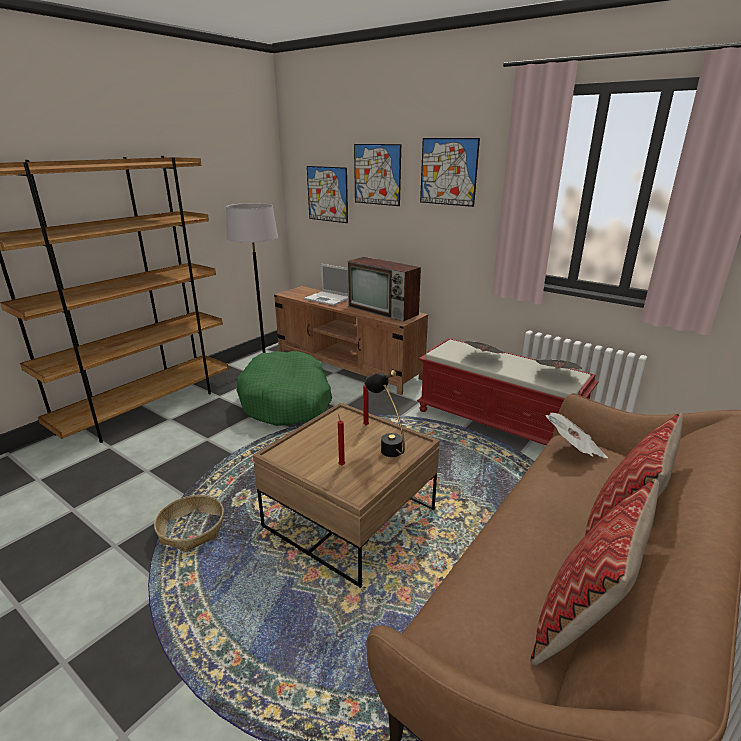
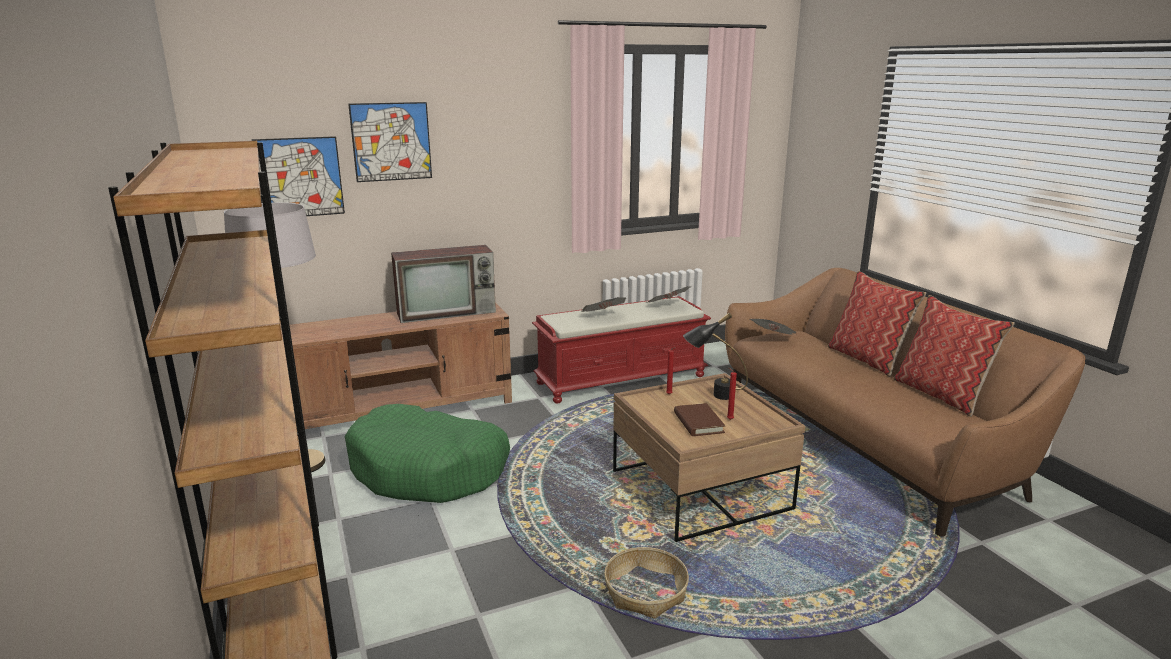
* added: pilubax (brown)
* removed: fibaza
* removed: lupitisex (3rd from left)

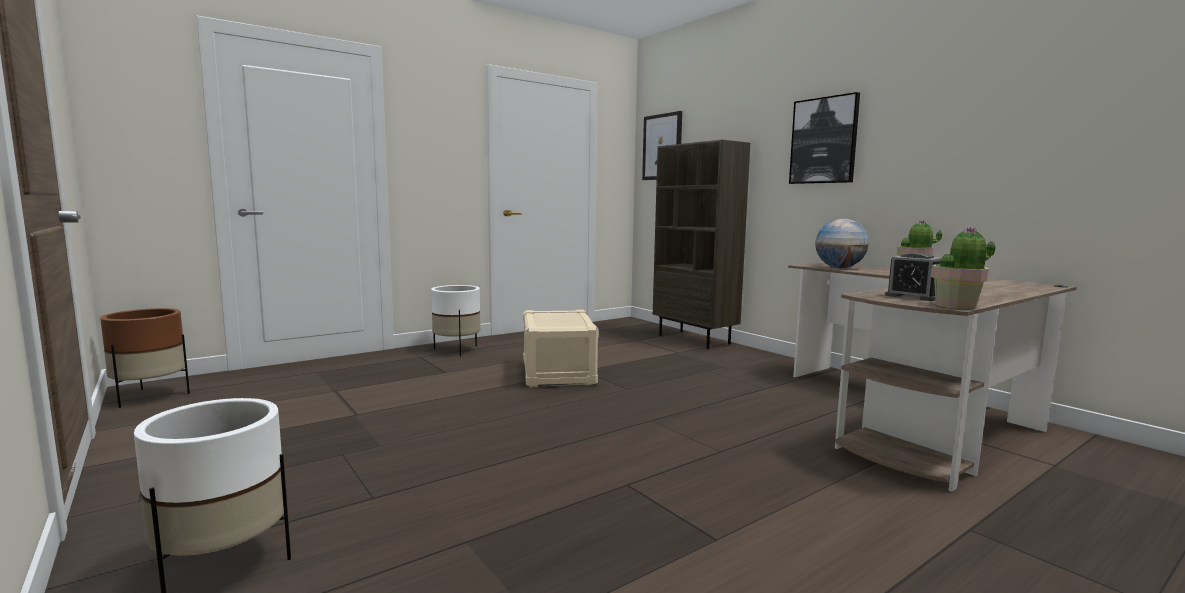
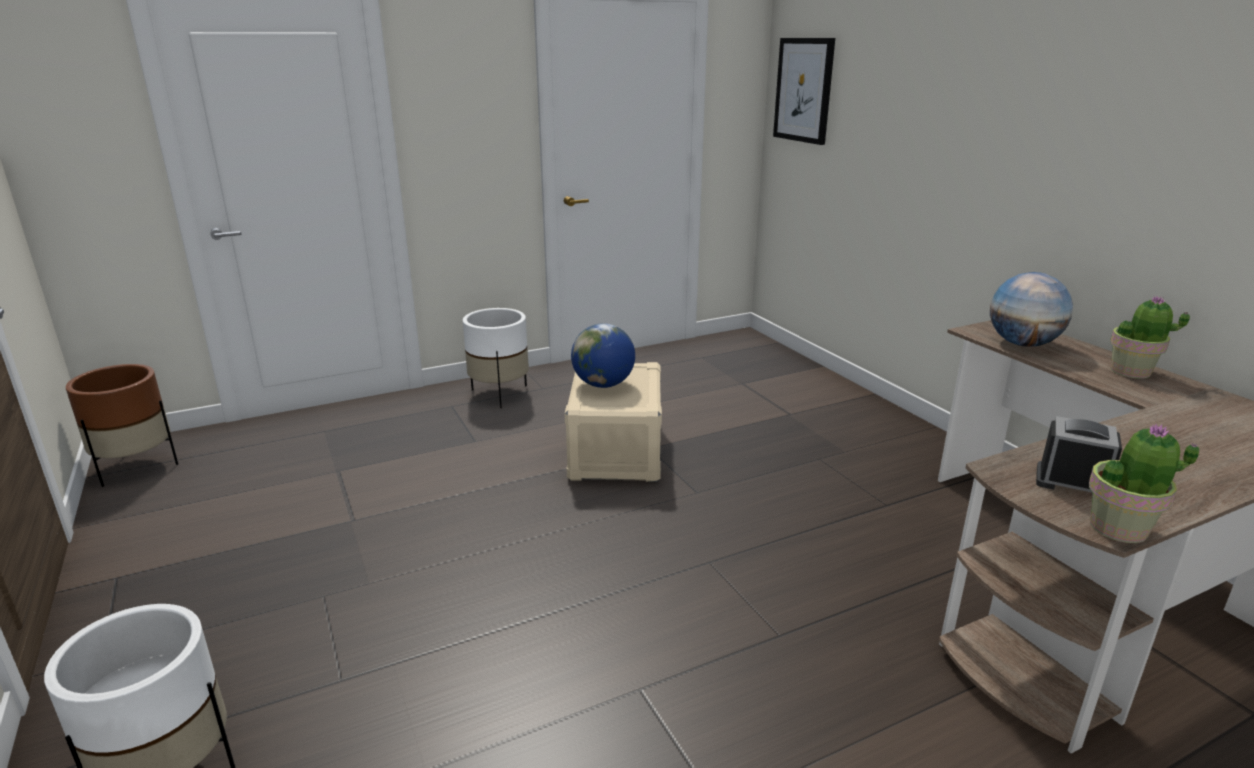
* added: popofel (1st from left)
* turned: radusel 150 degrees clockwise
* removed: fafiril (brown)
* removed: lupitisex (2nd from left)

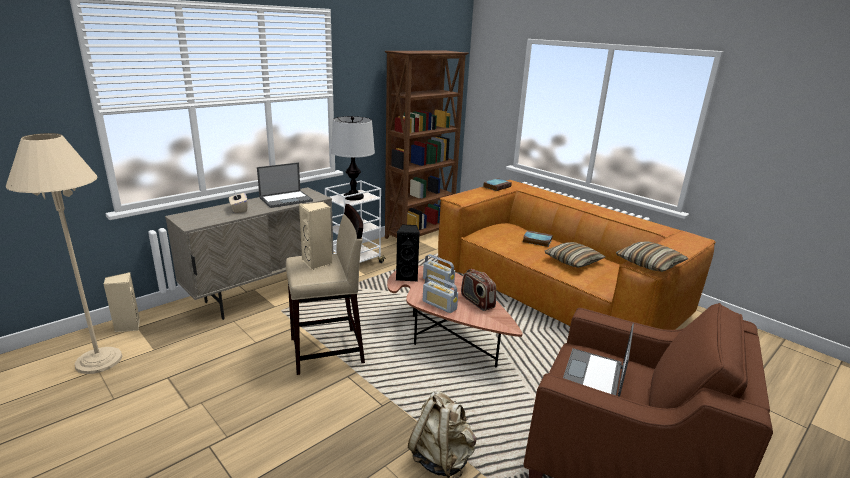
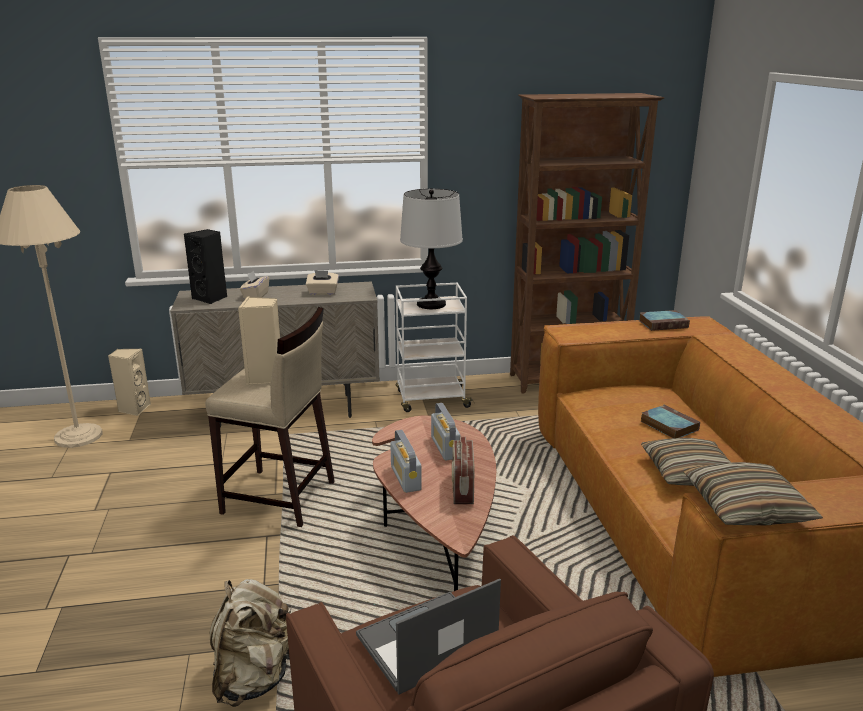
* moved: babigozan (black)
* replaced: fibaza (1st from left) to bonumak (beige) (2nd from left)

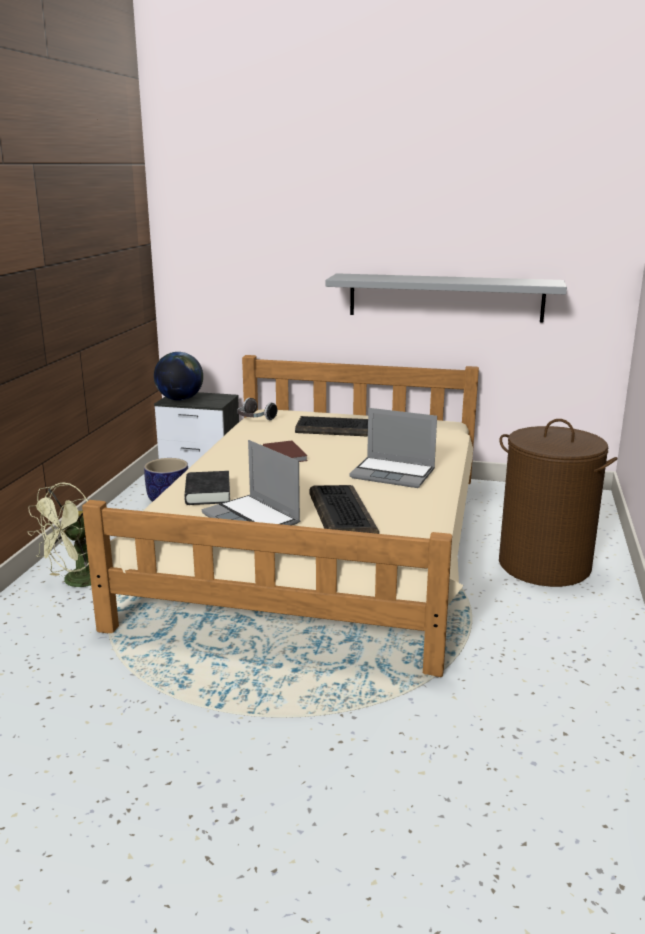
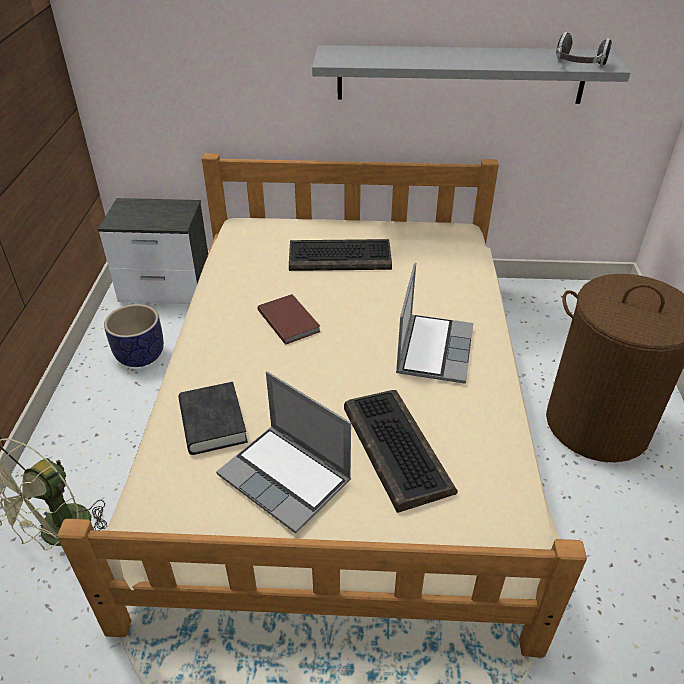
* turned: fibaza (2nd from left) 90 degrees counterclockwise
* moved: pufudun
* removed: popofel

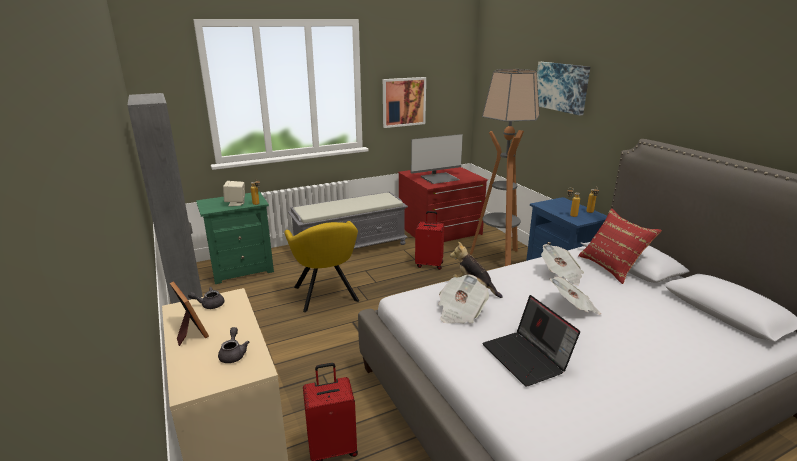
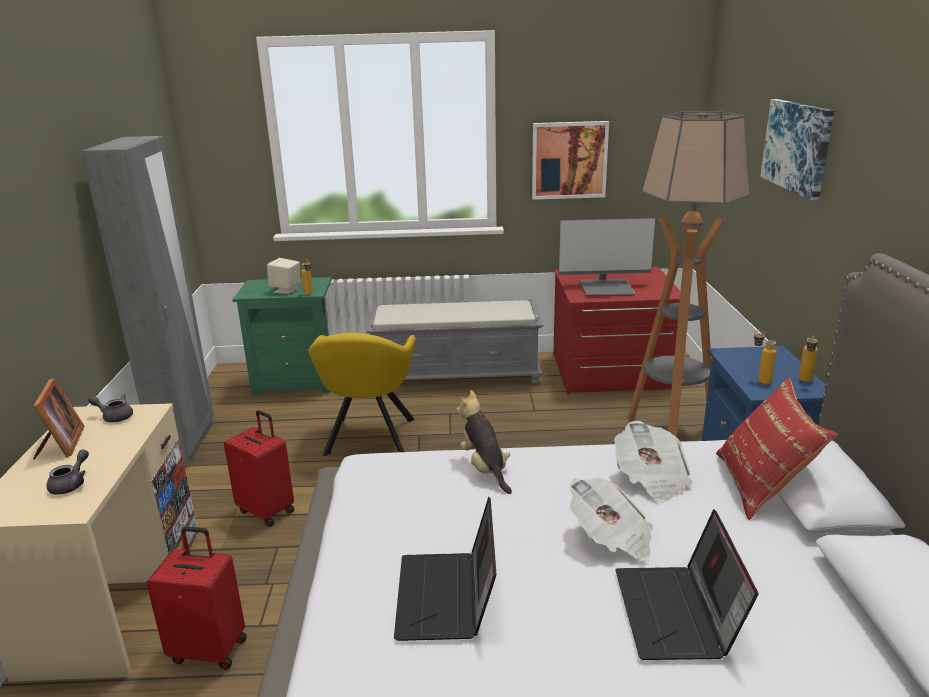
* moved: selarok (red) (2nd from left)
* added: fibaza (2nd from left)
* removed: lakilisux (1st from left)

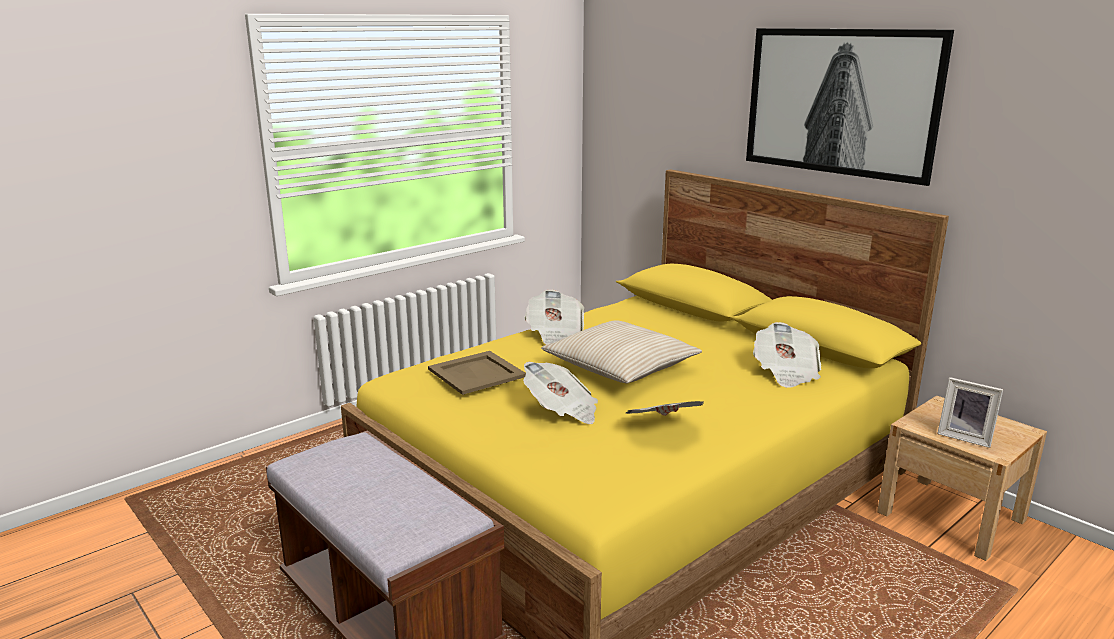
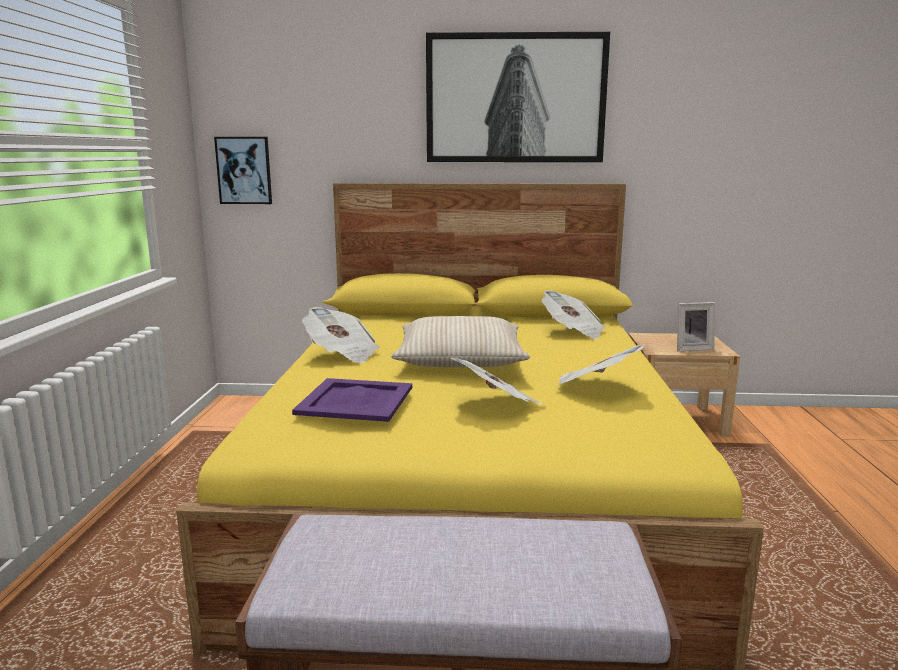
* added: lupitisex (1st from left)
* recoloured: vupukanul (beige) to vupukanul (purple)

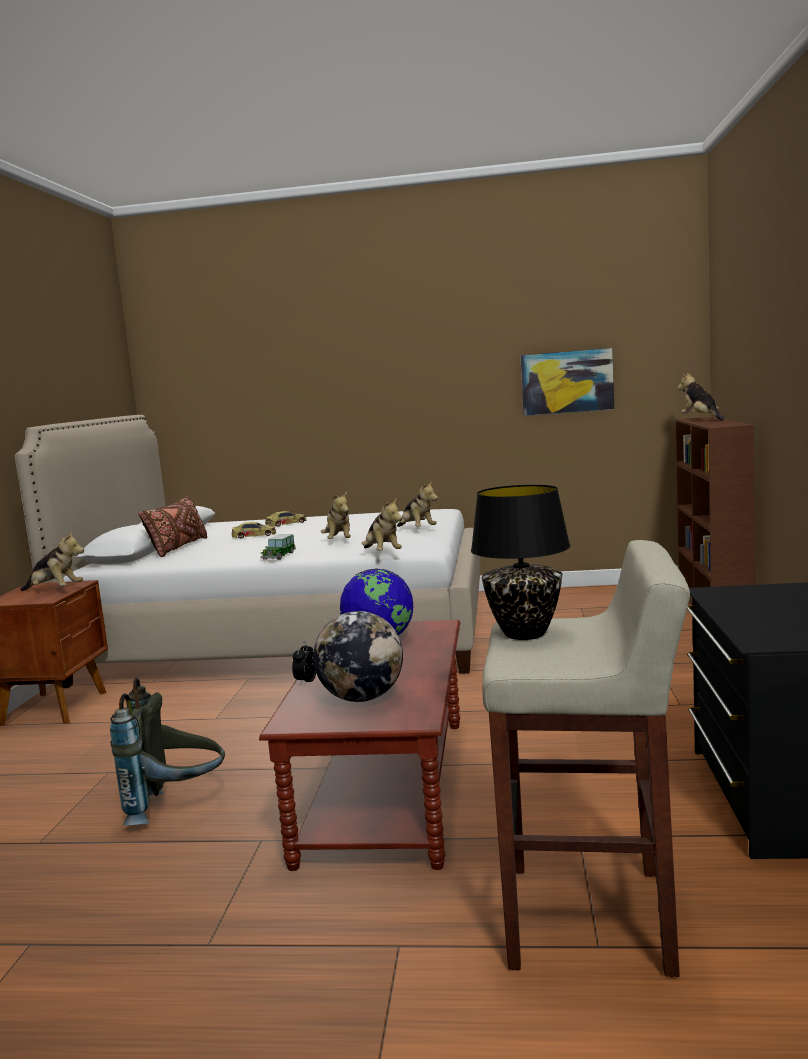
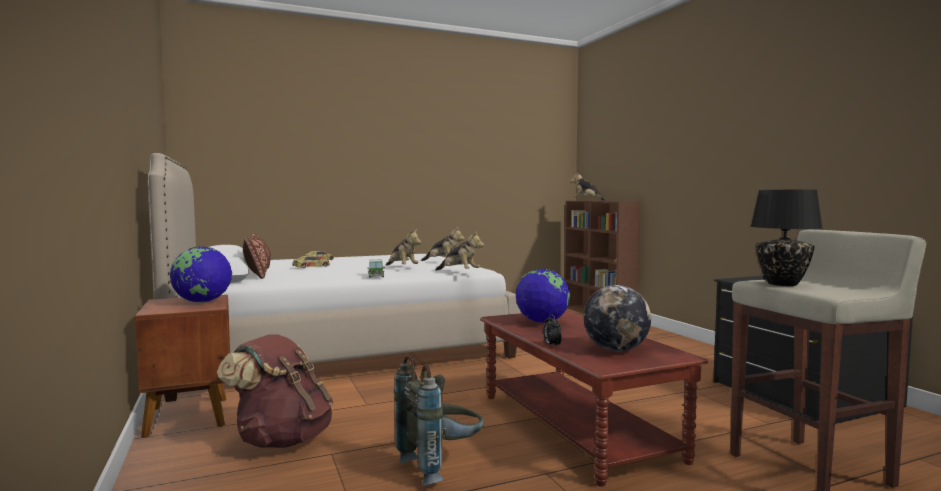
* replaced: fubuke (1st from left) to popofel (1st from left)
* added: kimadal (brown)
* removed: lupitisex

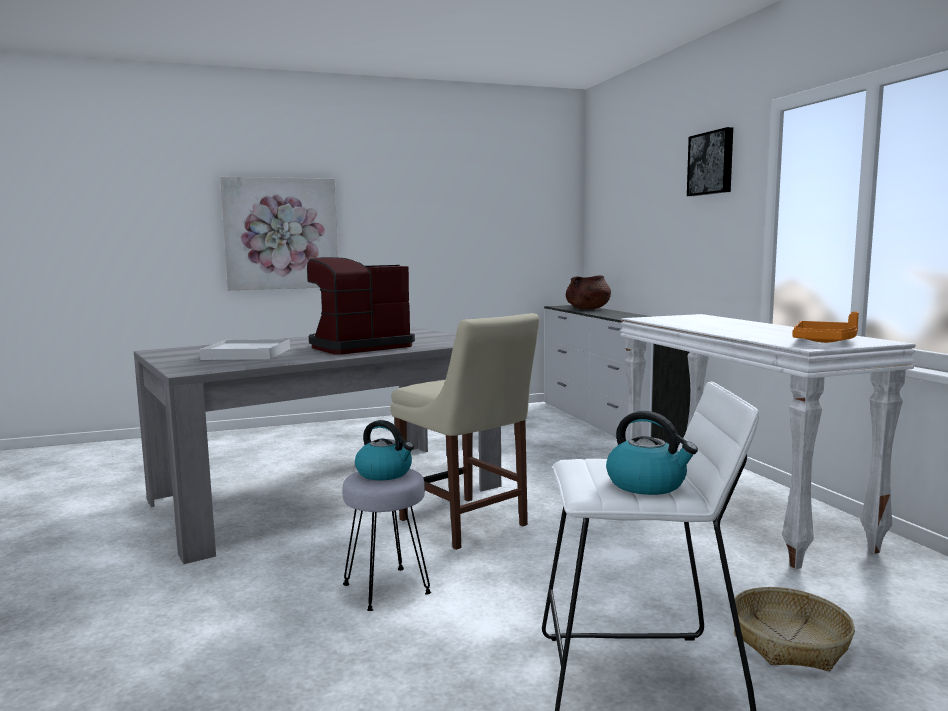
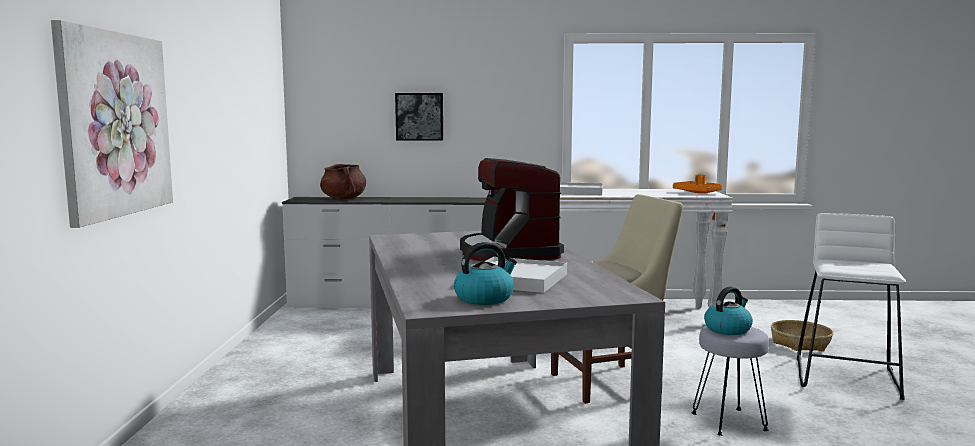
* moved: lupitisex (2nd from left)
* moved: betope (2nd from left in the first image) to betope (1st from left)
* added: vupukanul (white) (2nd from left)

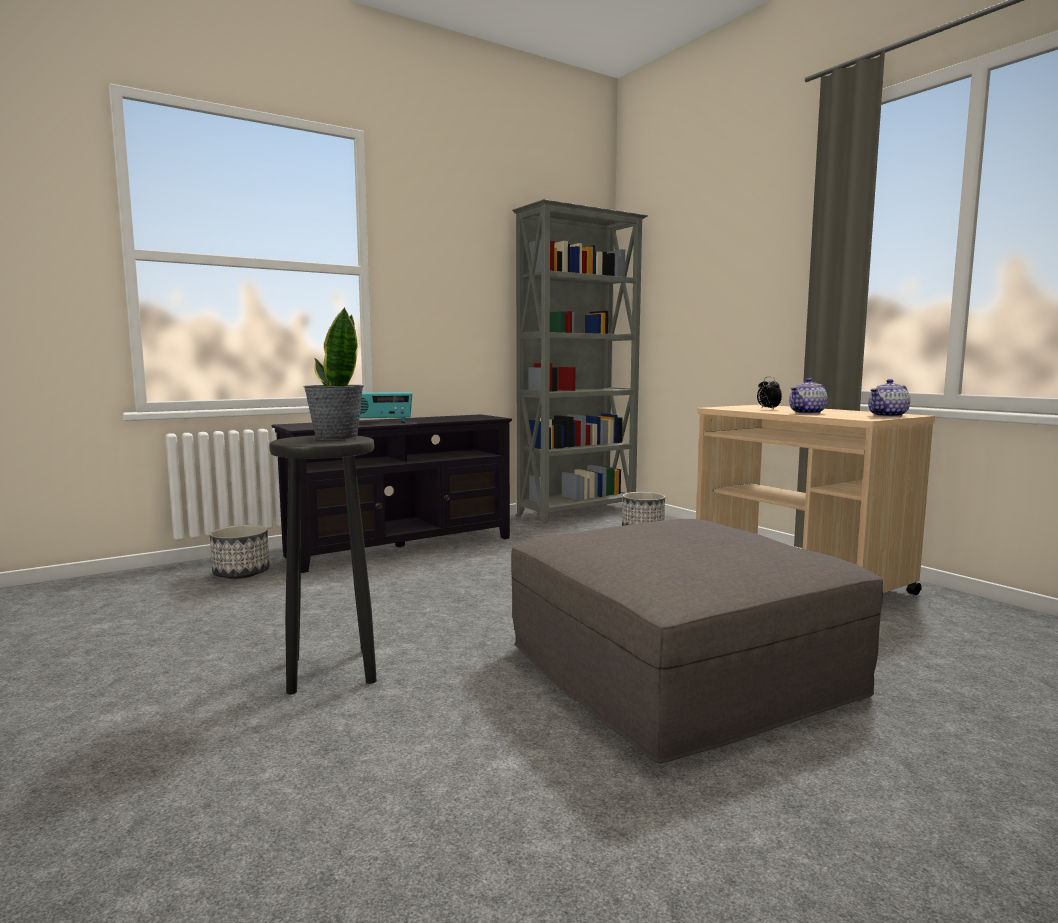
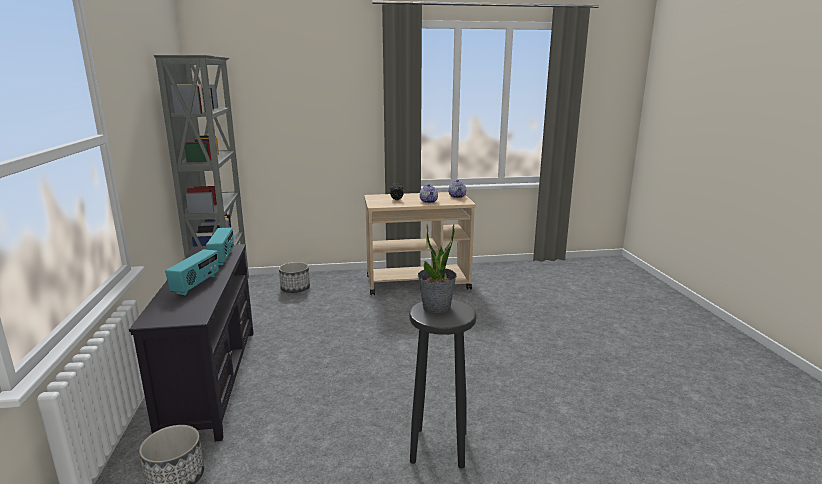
* added: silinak (2nd from left)
* removed: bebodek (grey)

